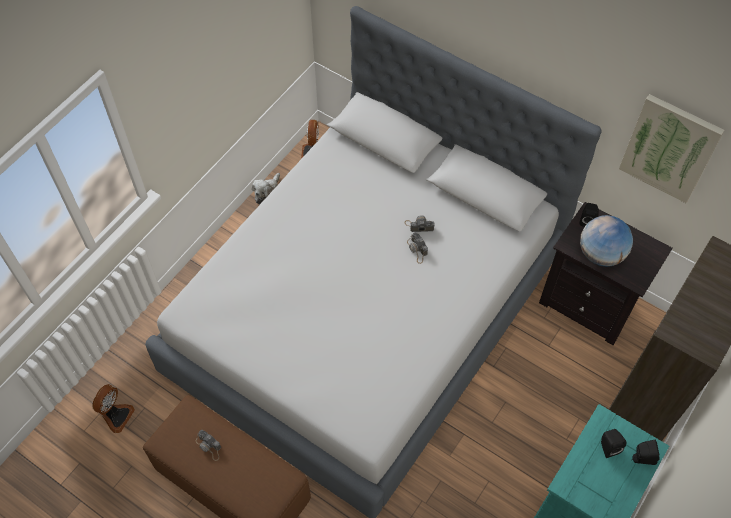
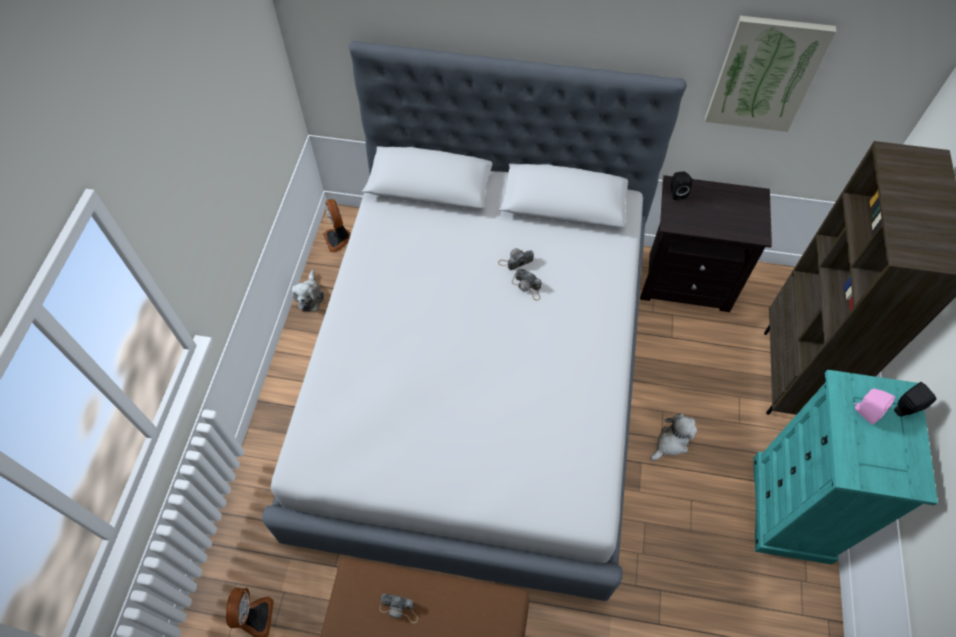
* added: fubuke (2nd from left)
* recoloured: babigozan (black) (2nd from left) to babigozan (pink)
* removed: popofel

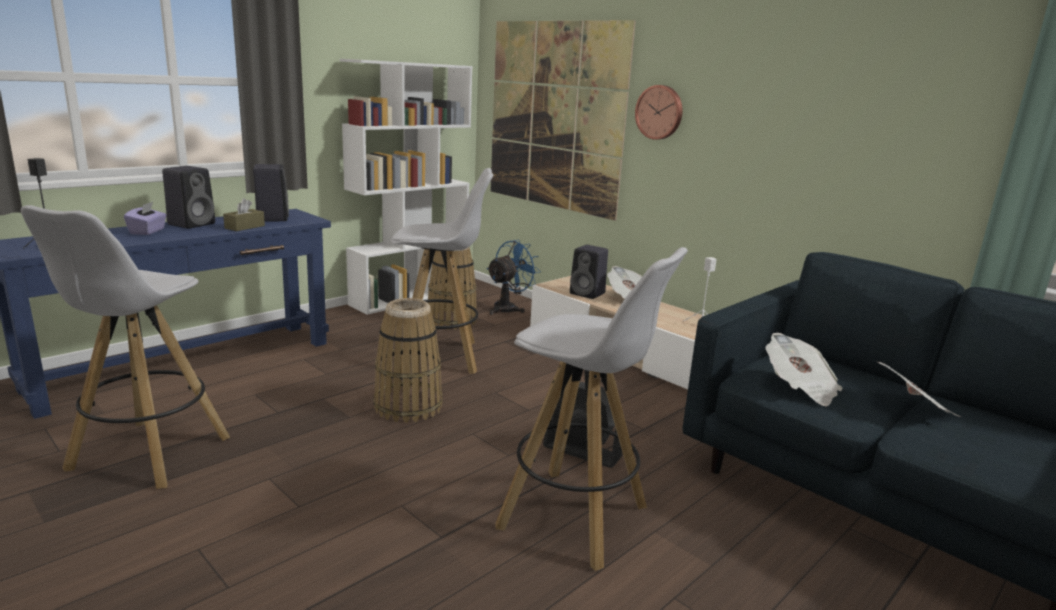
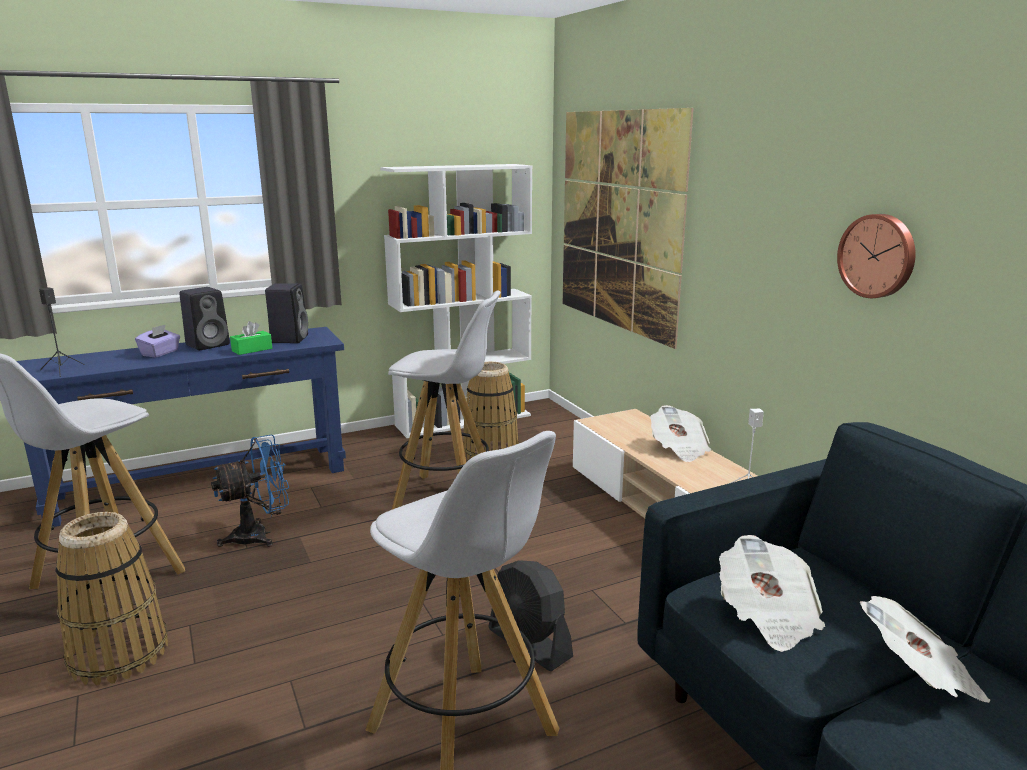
* moved: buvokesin (1st from left)
* moved: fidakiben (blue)
* recoloured: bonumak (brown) to bonumak (green)
* moved: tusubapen
* removed: babigozan (black) (4th from left)

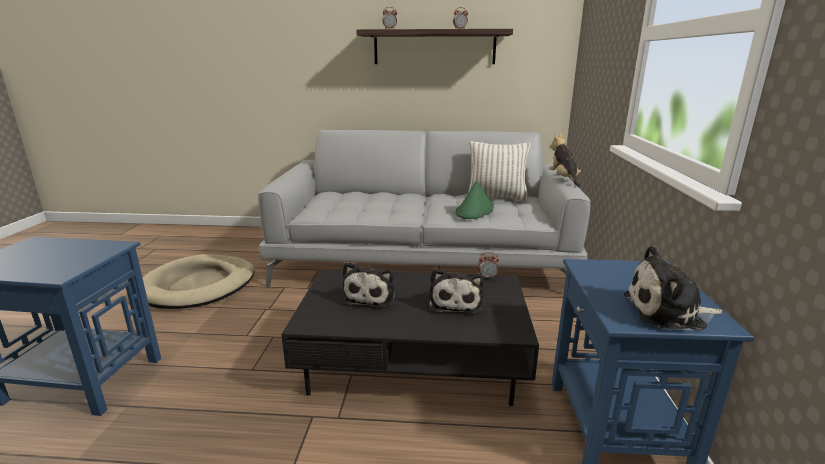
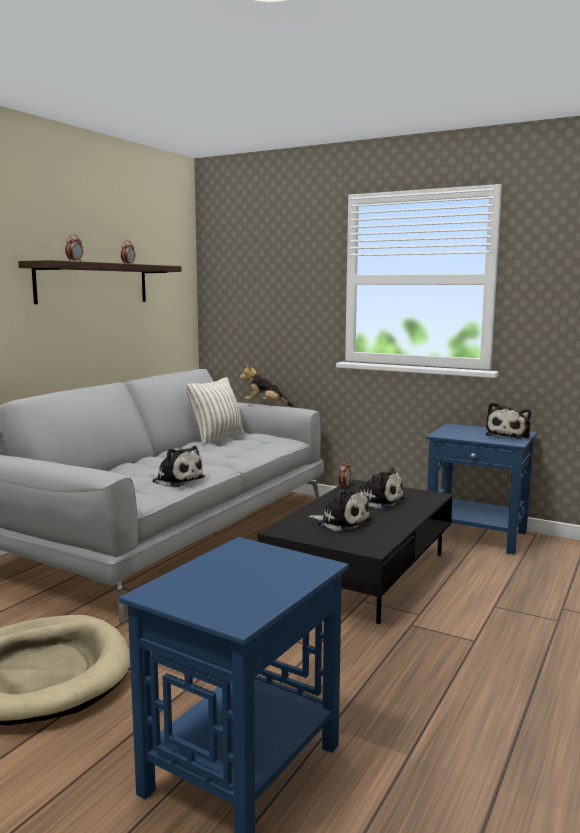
* added: fubuke (1st from left)
* removed: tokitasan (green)

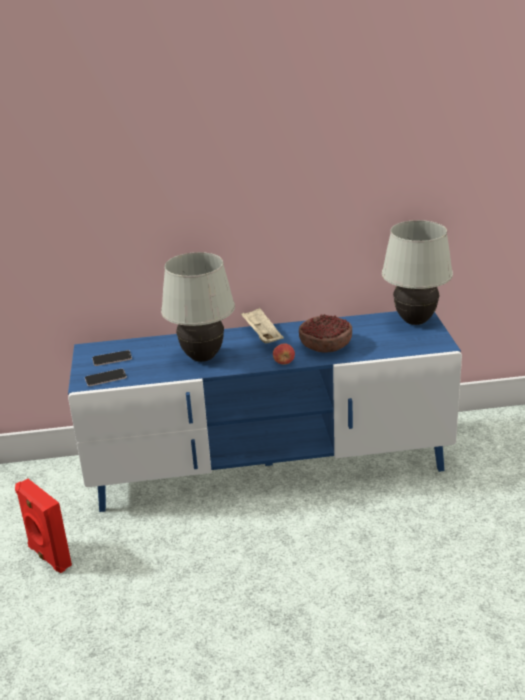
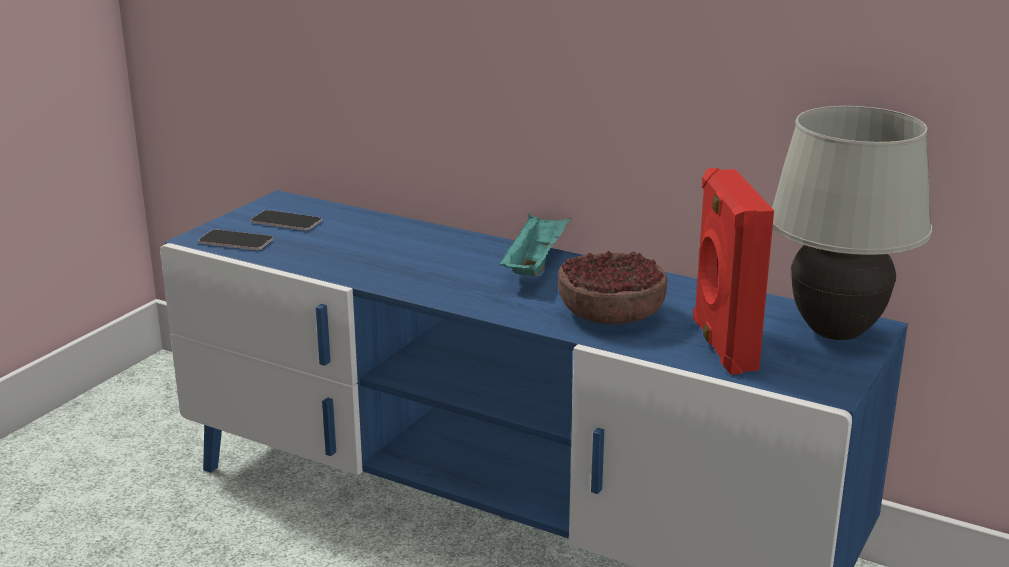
* recoloured: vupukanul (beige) to vupukanul (turquoise)
* moved: babigozan (red)
* removed: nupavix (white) (1st from left)
* removed: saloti

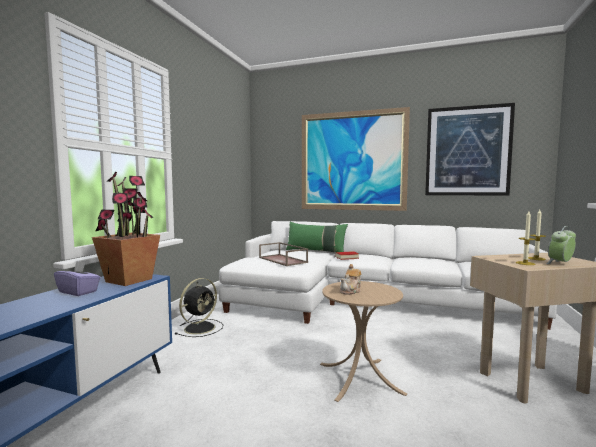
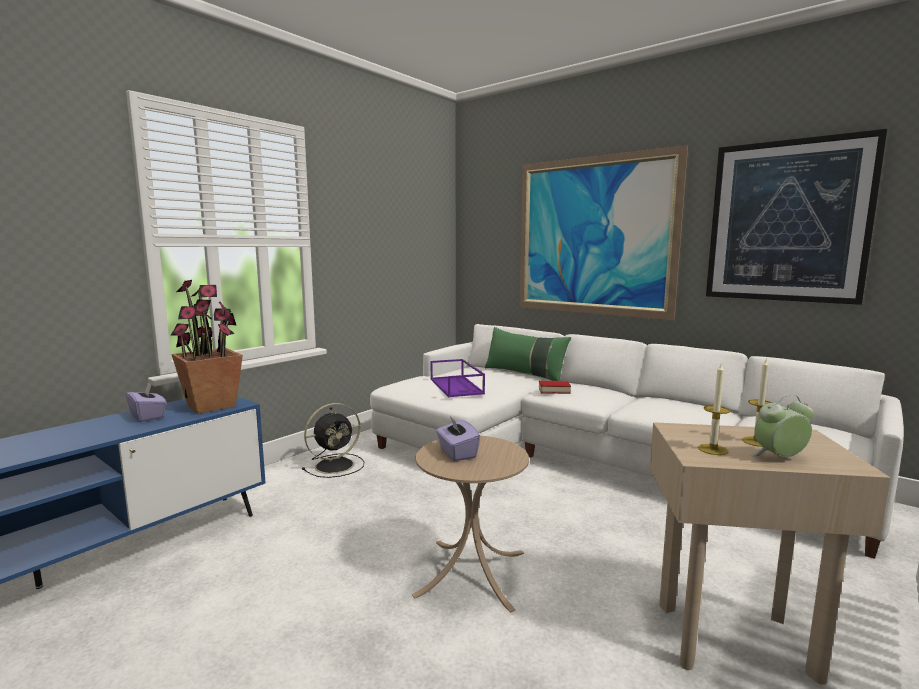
* recoloured: vupukanul (brown) to vupukanul (purple)
* replaced: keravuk to bonumak (purple) (2nd from left)

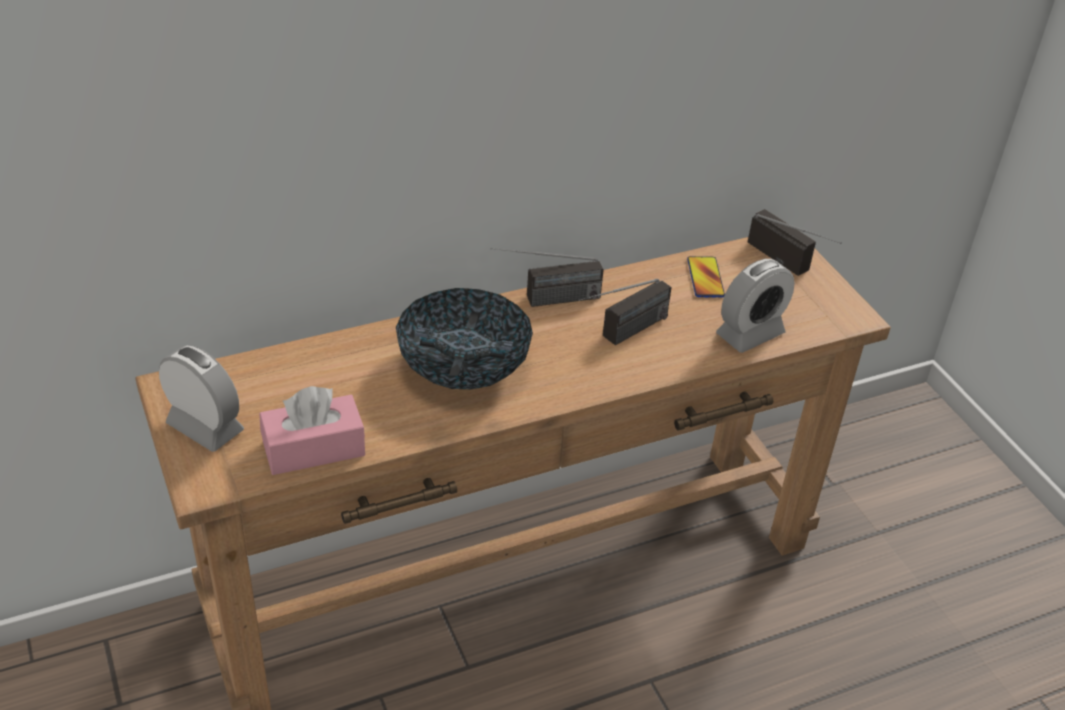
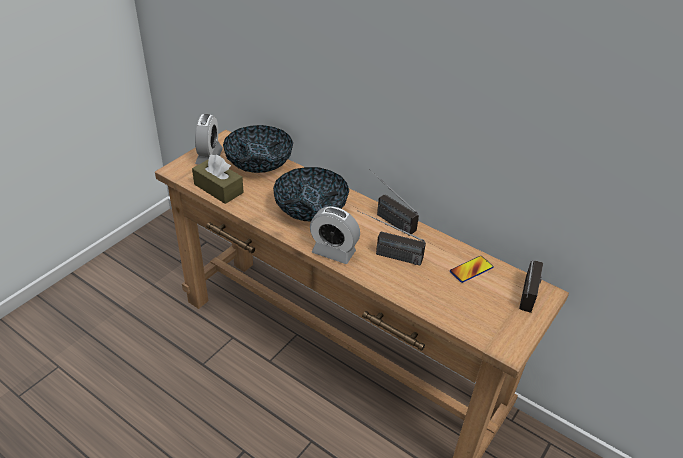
* recoloured: bonumak (pink) to bonumak (brown)
* added: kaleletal (1st from left)
* moved: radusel (2nd from left)

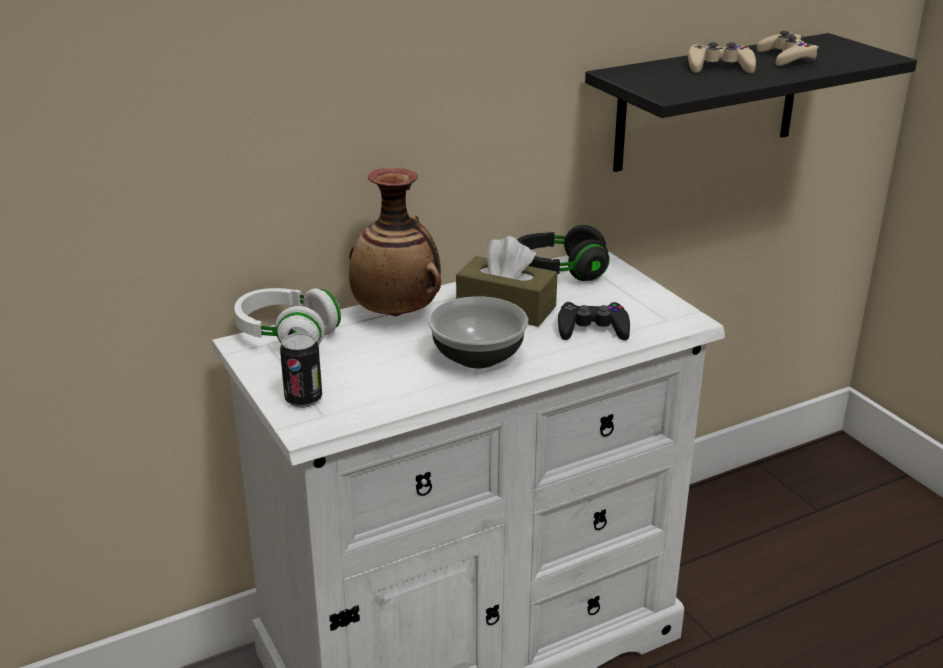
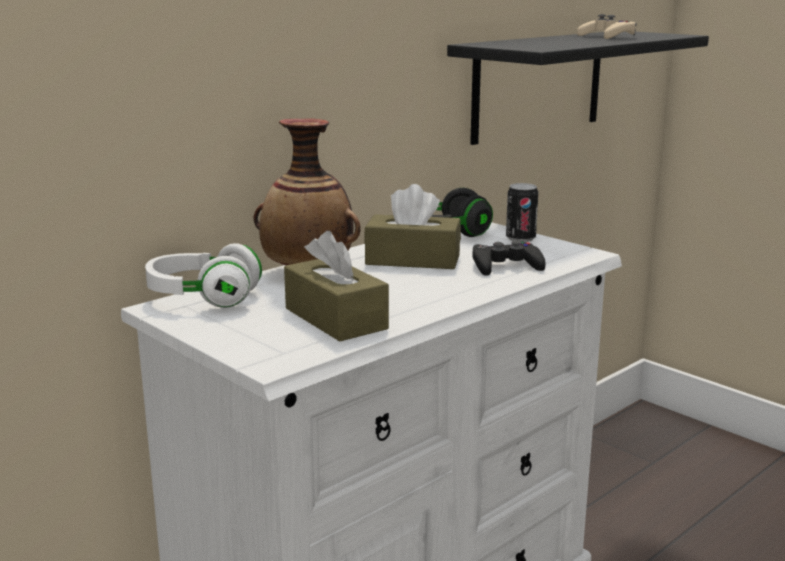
* added: bonumak (brown) (1st from left)
* moved: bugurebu
* removed: kaleletal
* removed: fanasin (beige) (1st from left)

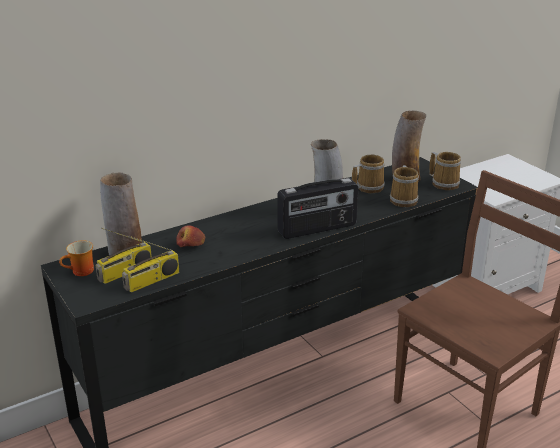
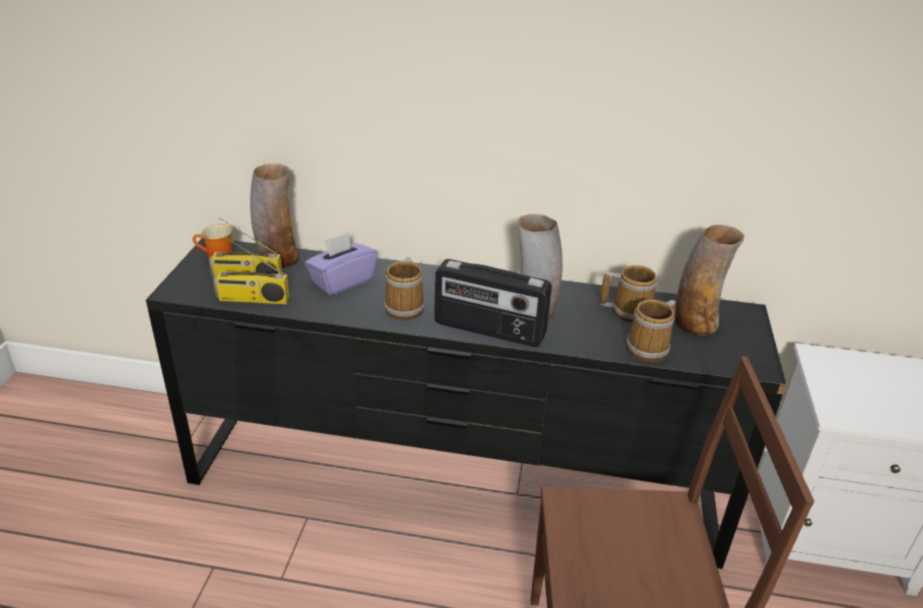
* replaced: saloti to bonumak (purple)
* moved: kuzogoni (4th from left in the first image) to kuzogoni (2nd from left)

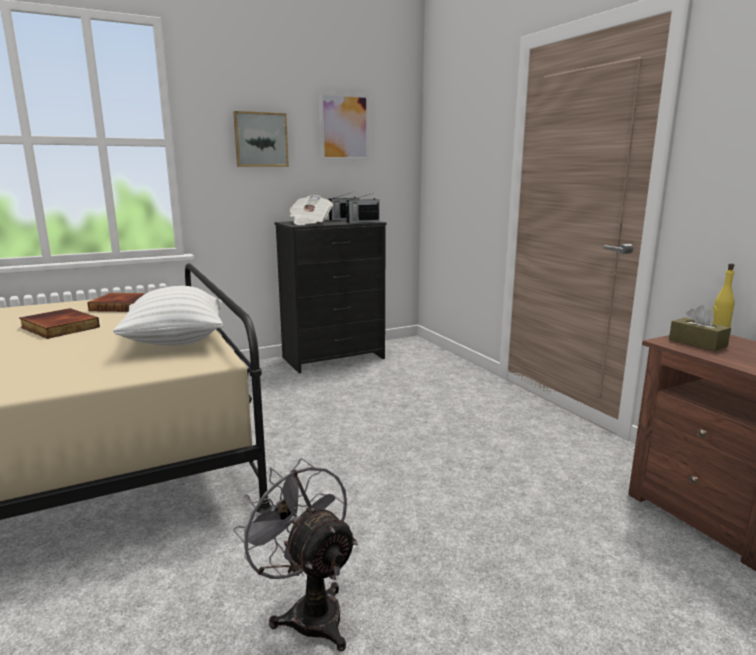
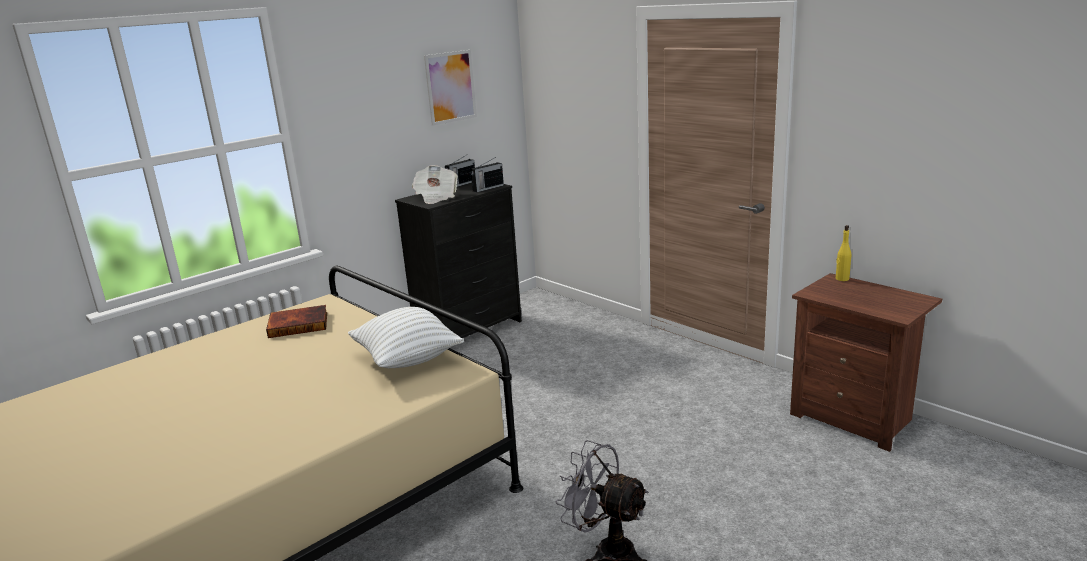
* removed: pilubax (1st from left)
* removed: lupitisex (1st from left)
* removed: bonumak (brown)

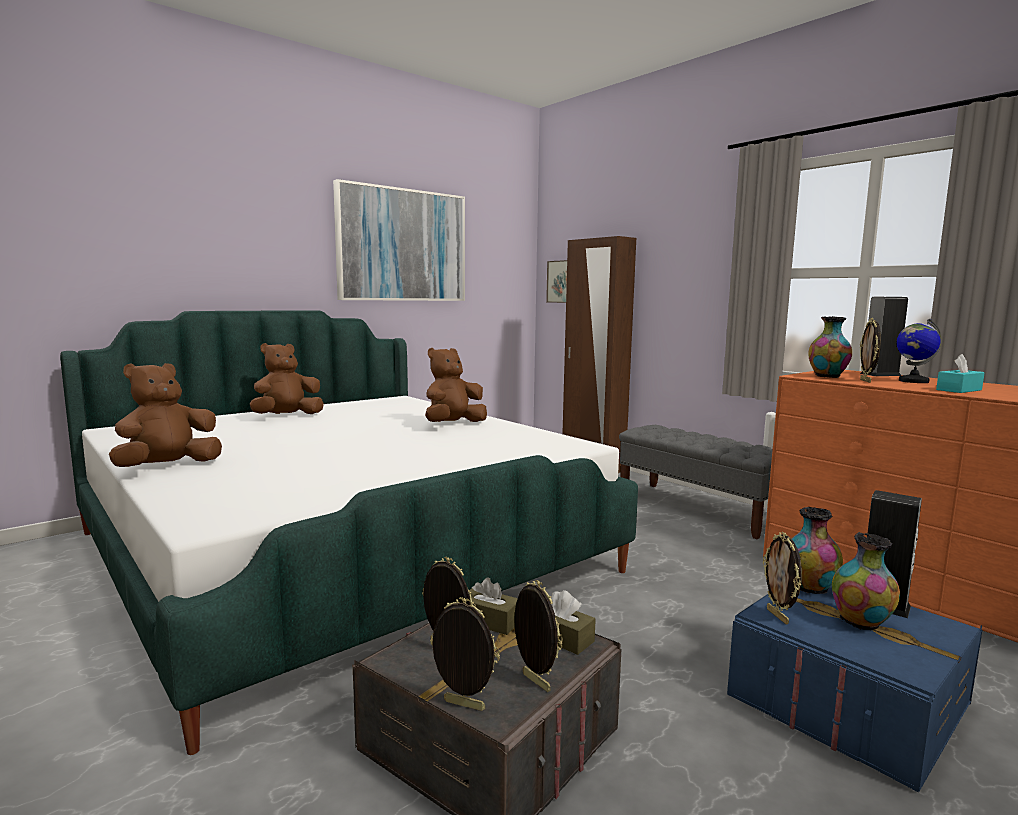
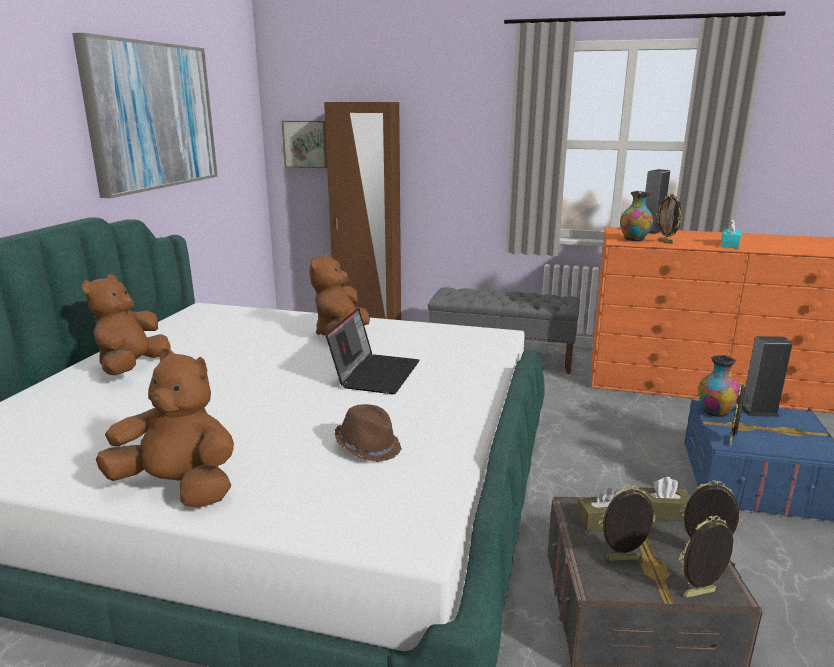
* turned: fubuke (brown) (1st from left in the first image) 105 degrees clockwise
* added: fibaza
* added: tokitasan (brown)
* turned: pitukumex (4th from left in the first image) 75 degrees clockwise
* removed: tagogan (3rd from left)
* removed: popofel

